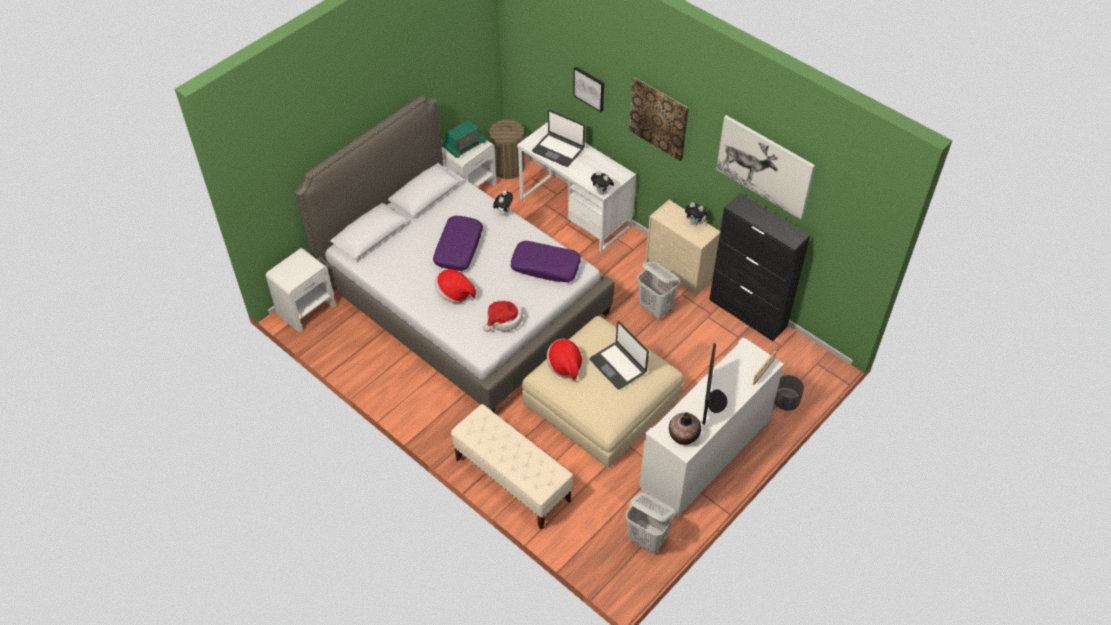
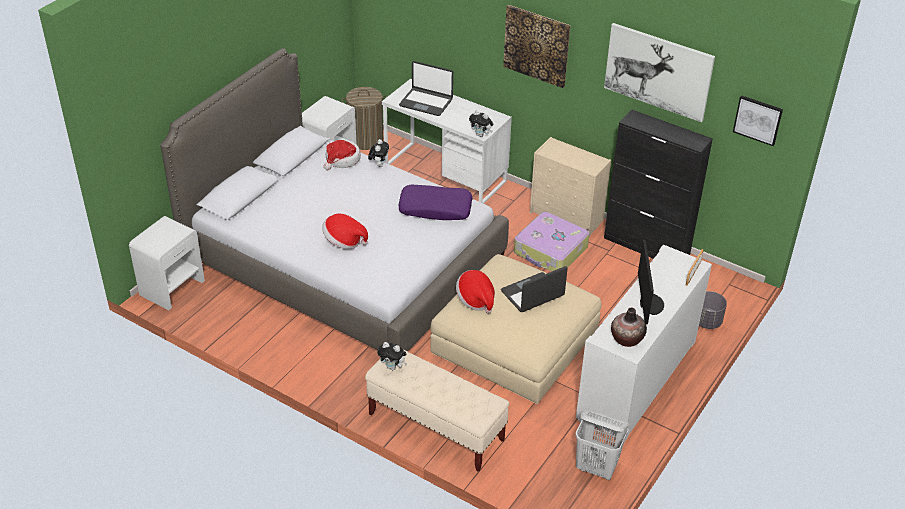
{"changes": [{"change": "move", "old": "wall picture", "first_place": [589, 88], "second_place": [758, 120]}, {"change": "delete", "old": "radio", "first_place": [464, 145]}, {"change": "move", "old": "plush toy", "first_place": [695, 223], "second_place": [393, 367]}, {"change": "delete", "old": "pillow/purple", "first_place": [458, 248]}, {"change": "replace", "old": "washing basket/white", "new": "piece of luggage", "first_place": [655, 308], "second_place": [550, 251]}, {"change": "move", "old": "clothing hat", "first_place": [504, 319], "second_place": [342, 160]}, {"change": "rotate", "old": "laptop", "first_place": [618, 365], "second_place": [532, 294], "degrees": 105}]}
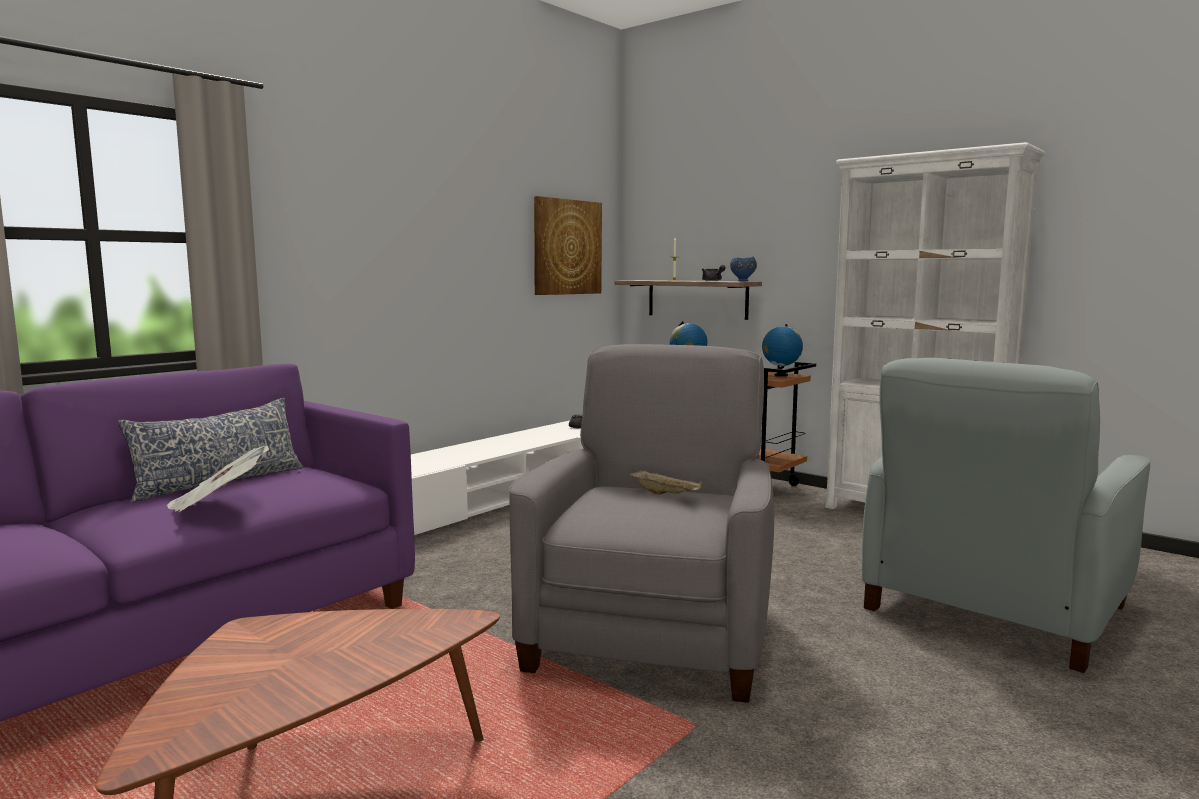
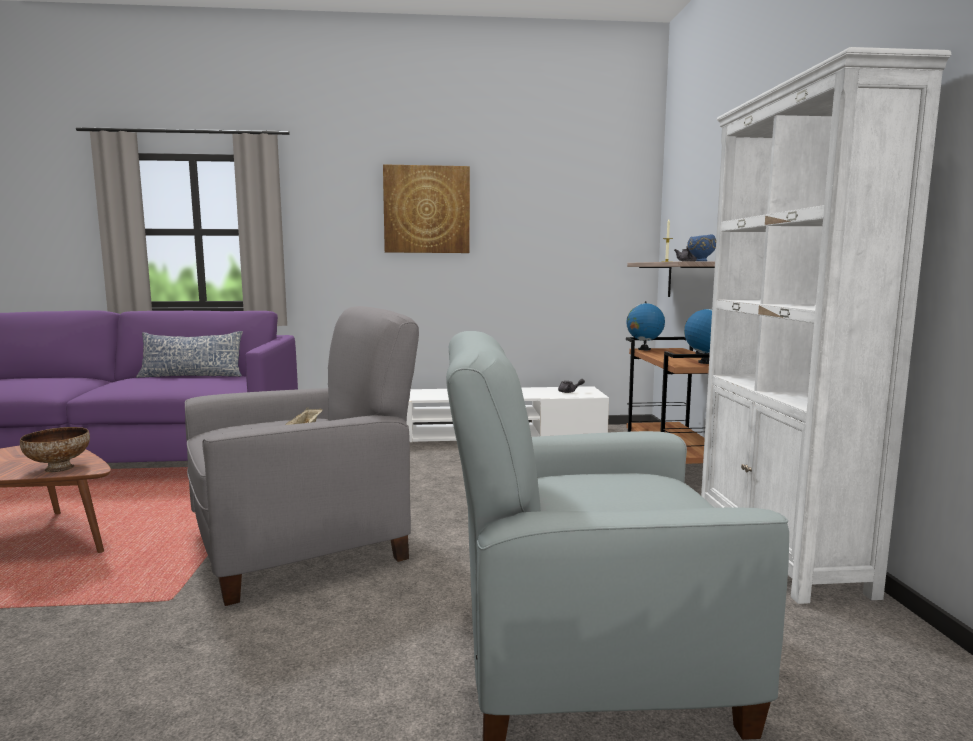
{"changes": [{"change": "move", "old": "wall picture", "first_place": [567, 247], "second_place": [427, 210]}, {"change": "delete", "old": "daily paper", "first_place": [218, 504]}, {"change": "insert", "new": "deep dish", "second_place": [59, 468]}]}
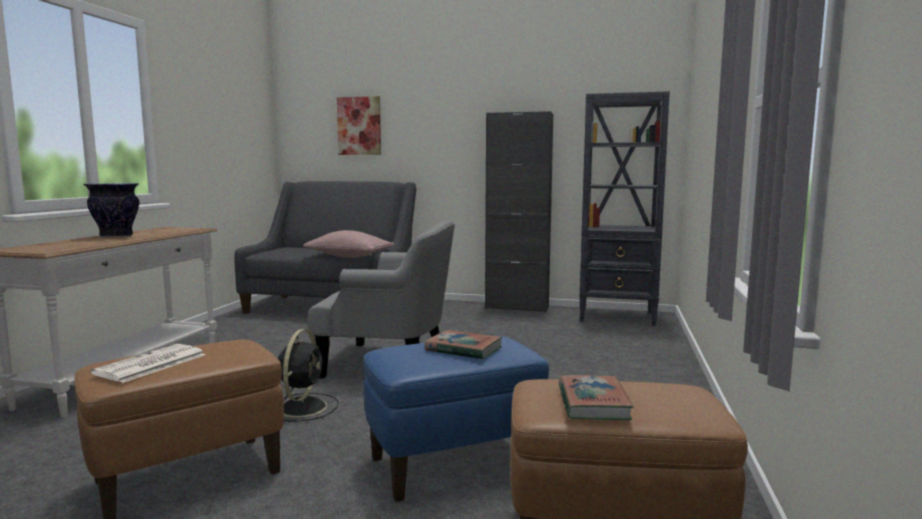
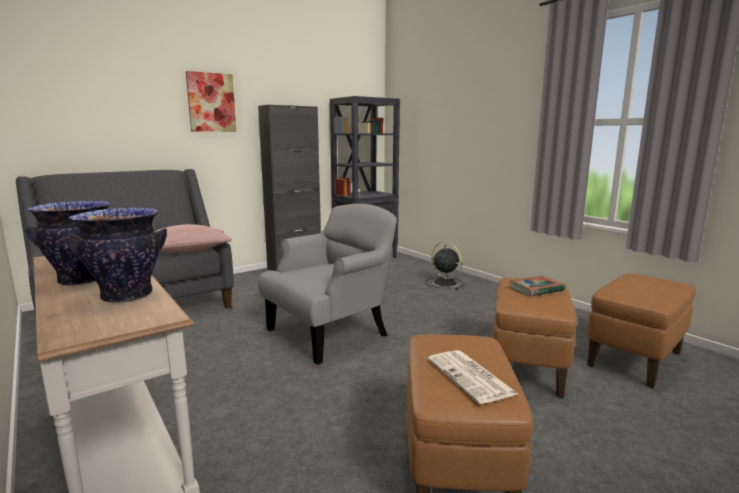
{"changes": [{"change": "move", "old": "wall picture", "first_place": [359, 126], "second_place": [211, 102]}, {"change": "move", "old": "electric fan/black-coloured", "first_place": [304, 407], "second_place": [444, 283]}, {"change": "recolor", "old": "ottoman/blue", "new": "ottoman/brownish", "first_place": [453, 465], "second_place": [527, 367]}, {"change": "delete", "old": "book", "first_place": [593, 403]}, {"change": "insert", "new": "flower vase", "second_place": [127, 295]}]}
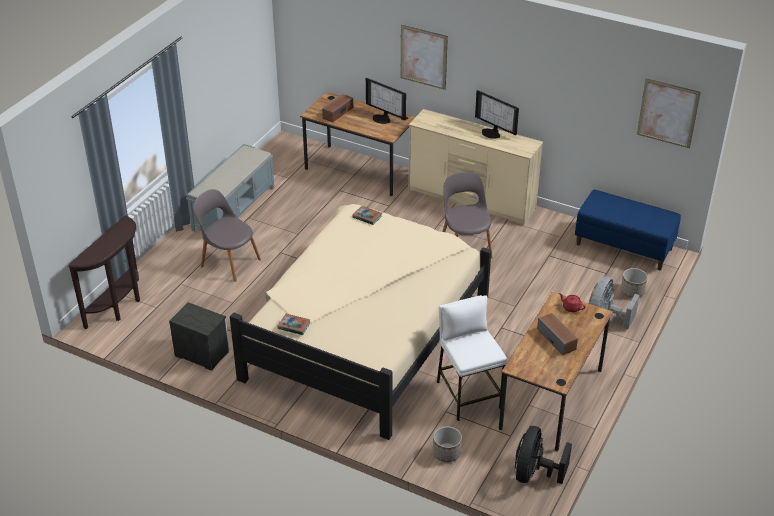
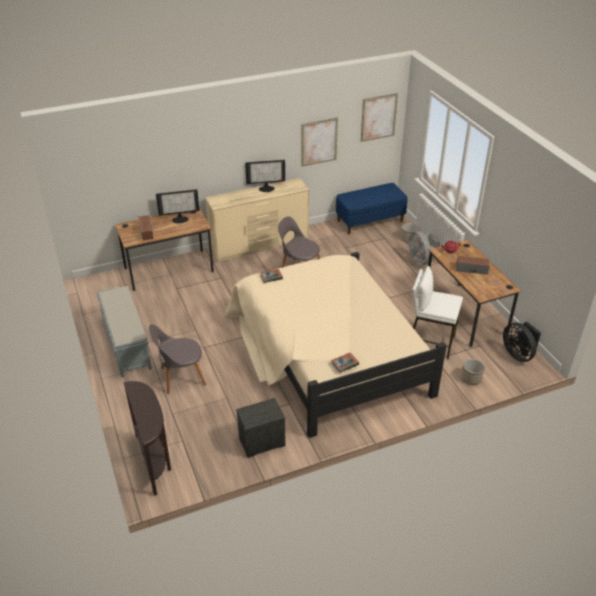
{"changes": [{"change": "move", "old": "wall picture", "first_place": [423, 57], "second_place": [319, 142]}]}
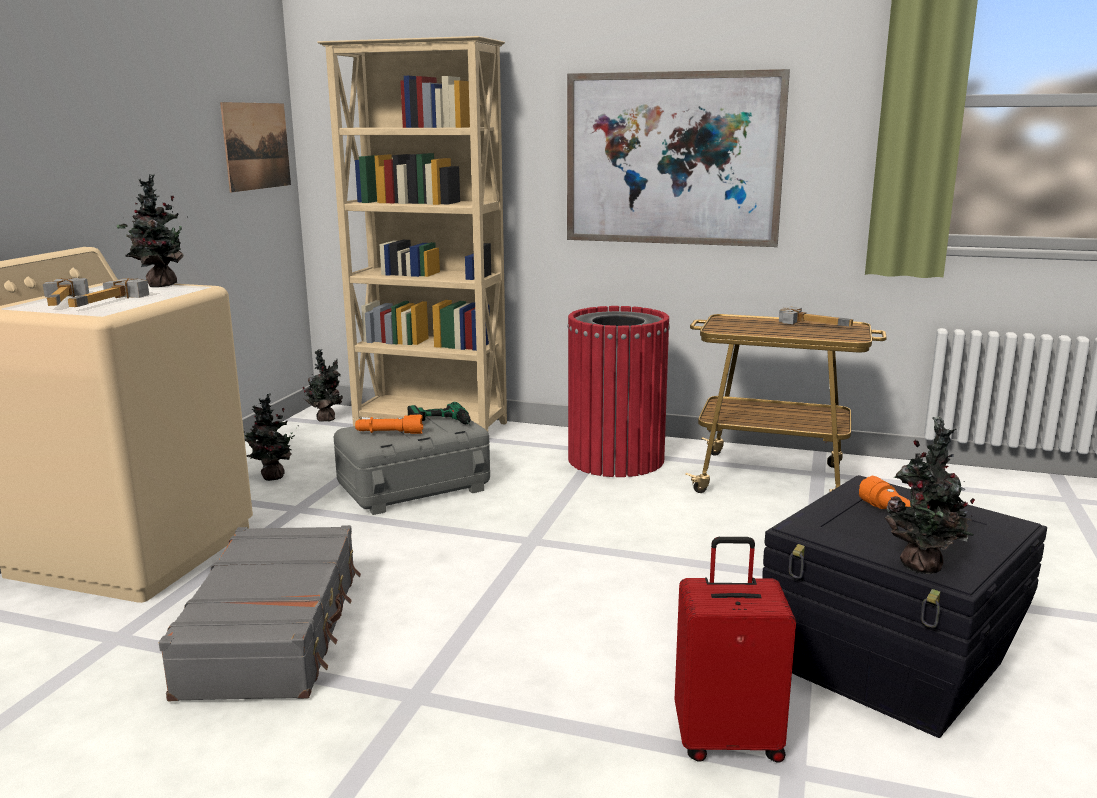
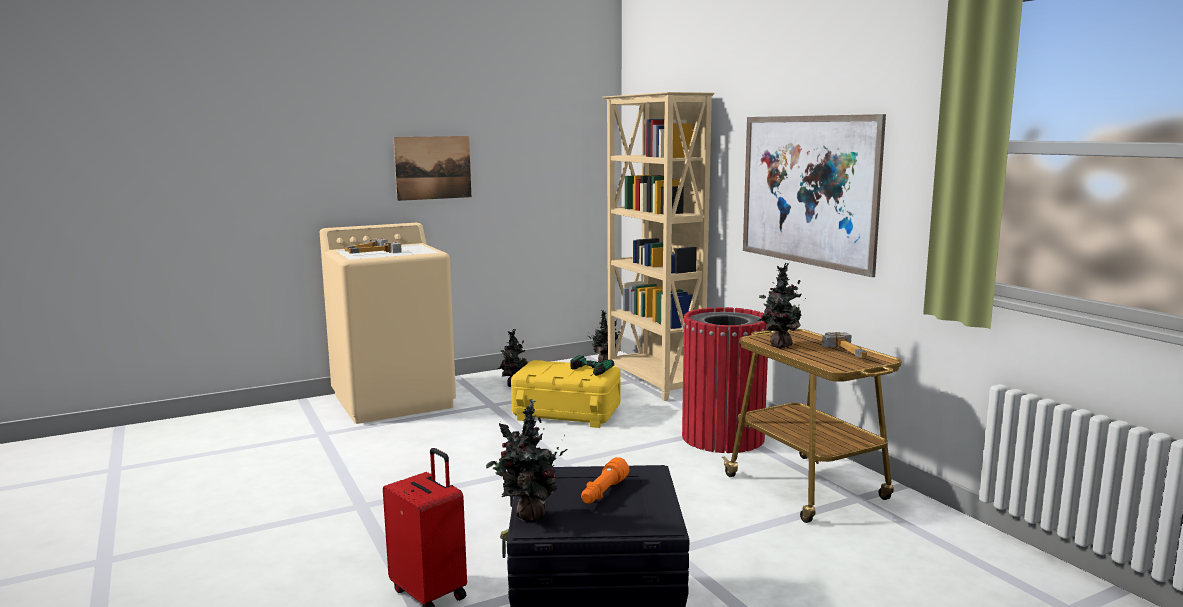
{"changes": [{"change": "move", "old": "wall picture", "first_place": [257, 146], "second_place": [433, 167]}, {"change": "move", "old": "plant in a pot", "first_place": [159, 285], "second_place": [778, 345]}, {"change": "delete", "old": "hand torch/orangey", "first_place": [389, 433]}, {"change": "recolor", "old": "storage box/greyish", "new": "storage box/yellowish", "first_place": [414, 487], "second_place": [567, 413]}, {"change": "delete", "old": "piece of luggage/greyish", "first_place": [275, 631]}]}
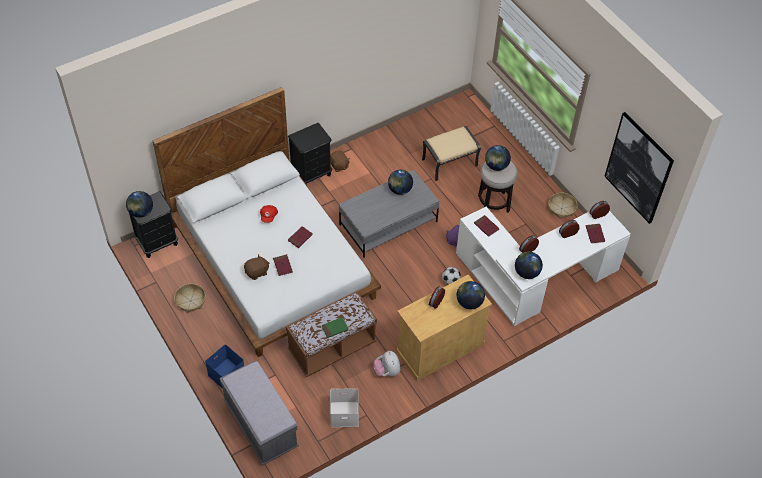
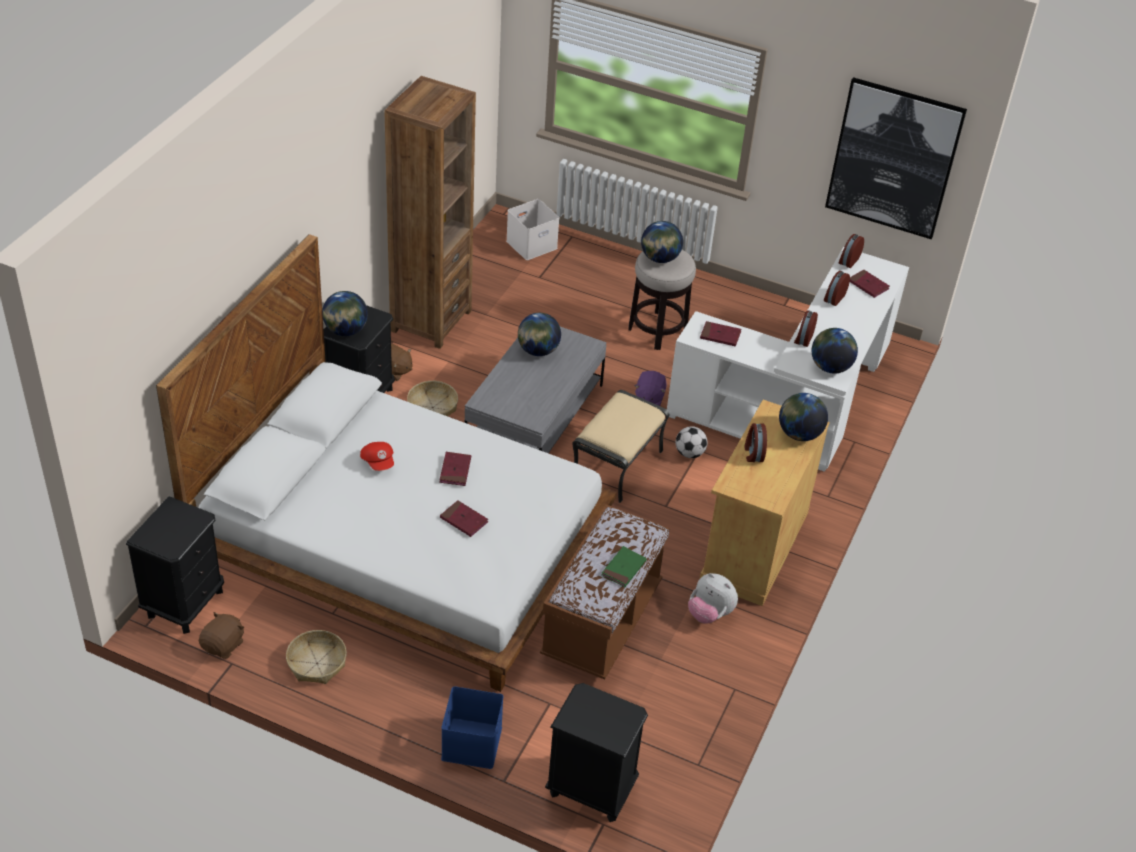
{"changes": [{"change": "move", "old": "ottoman/beige-coloured", "first_place": [450, 162], "second_place": [617, 464]}, {"change": "move", "old": "globe", "first_place": [141, 212], "second_place": [345, 331]}, {"change": "move", "old": "storage basket", "first_place": [561, 208], "second_place": [433, 407]}, {"change": "move", "old": "plush toy/brownish", "first_place": [257, 272], "second_place": [223, 645]}, {"change": "replace", "old": "bench/greyish", "new": "nightstand/black-coloured", "first_place": [260, 425], "second_place": [591, 789]}, {"change": "move", "old": "storage box/white", "first_place": [343, 415], "second_place": [531, 245]}, {"change": "insert", "new": "shelving unit/brownish", "second_place": [430, 321]}]}
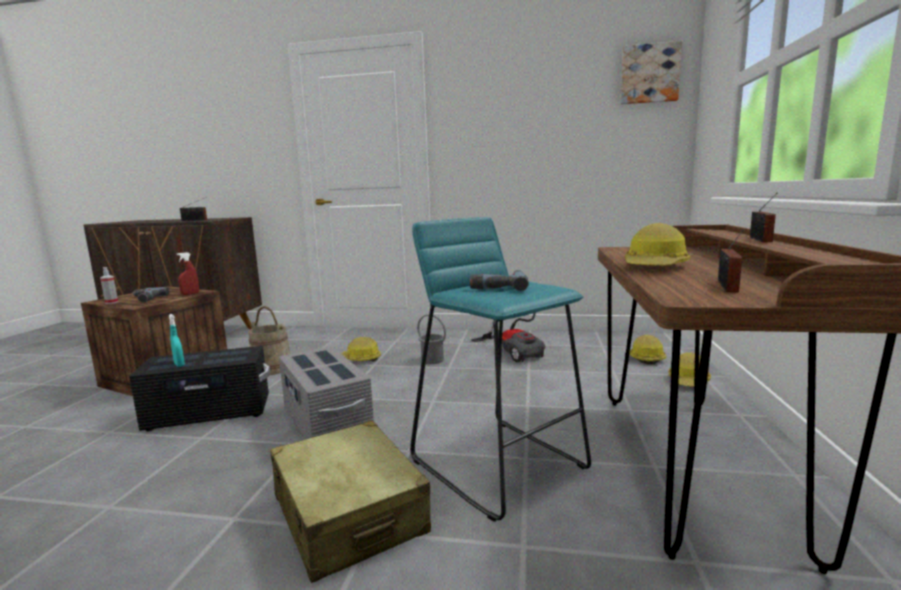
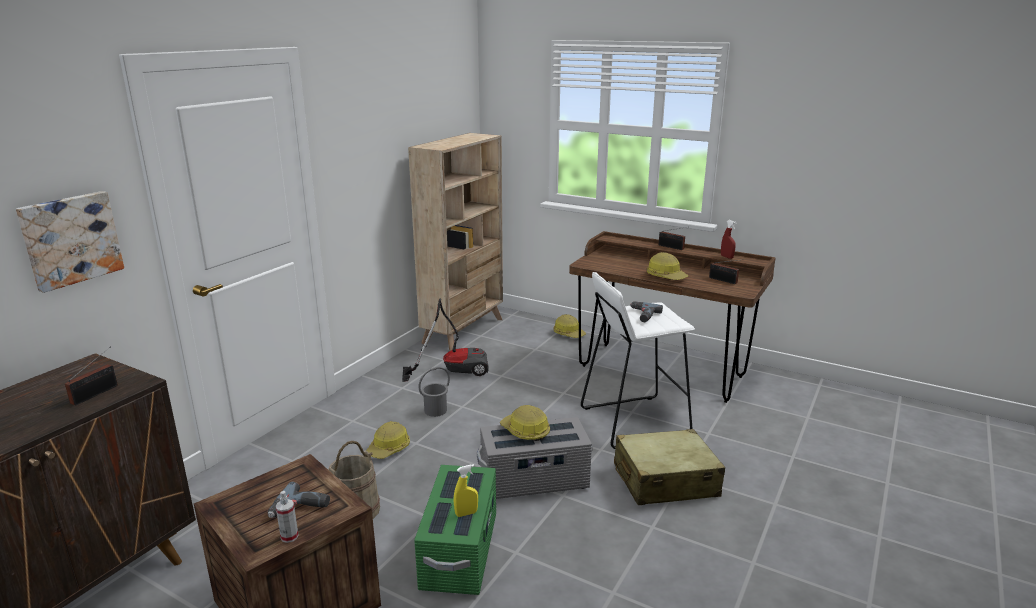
{"changes": [{"change": "move", "old": "wall picture", "first_place": [649, 74], "second_place": [70, 239]}, {"change": "recolor", "old": "stool seat/turquoise-coloured", "new": "stool seat/white", "first_place": [498, 463], "second_place": [633, 422]}, {"change": "move", "old": "hand sprayer/red", "first_place": [190, 294], "second_place": [727, 257]}, {"change": "recolor", "old": "hand sprayer/turquoise-coloured", "new": "hand sprayer/yellowish", "first_place": [179, 364], "second_place": [466, 513]}, {"change": "move", "old": "hard hat", "first_place": [646, 357], "second_place": [525, 431]}, {"change": "recolor", "old": "storage box/black-coloured", "new": "storage box/green-coloured", "first_place": [209, 413], "second_place": [460, 551]}, {"change": "insert", "new": "shelving unit/beige-coloured", "second_place": [464, 331]}]}
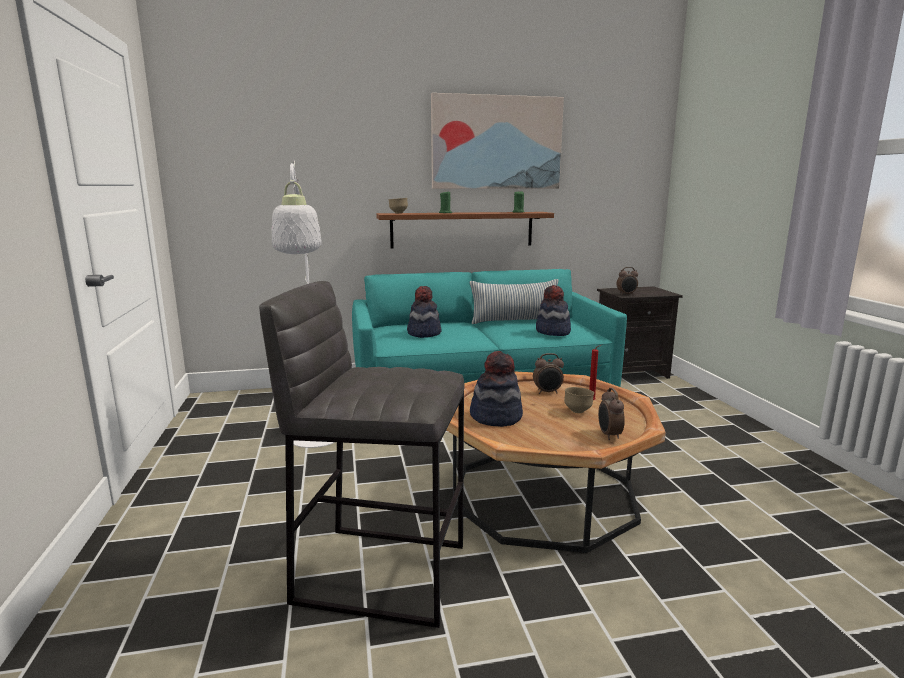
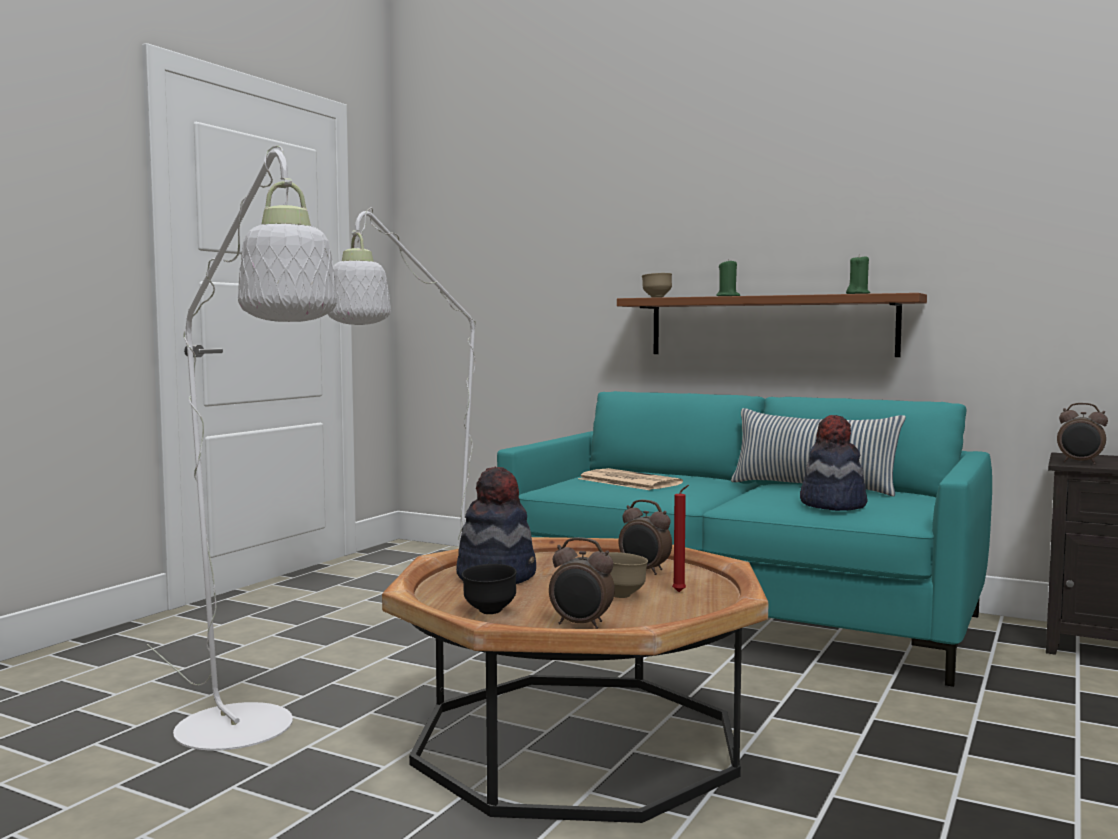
{"changes": [{"change": "delete", "old": "wall picture", "first_place": [496, 143]}, {"change": "replace", "old": "stool seat/greyish", "new": "standing lamp/white", "first_place": [380, 571], "second_place": [246, 736]}, {"change": "replace", "old": "clothing hat", "new": "daily paper", "first_place": [423, 333], "second_place": [627, 481]}, {"change": "rotate", "old": "table clock", "first_place": [609, 435], "second_place": [581, 625], "degrees": -105}, {"change": "insert", "new": "deep dish/black-coloured", "second_place": [489, 612]}]}
